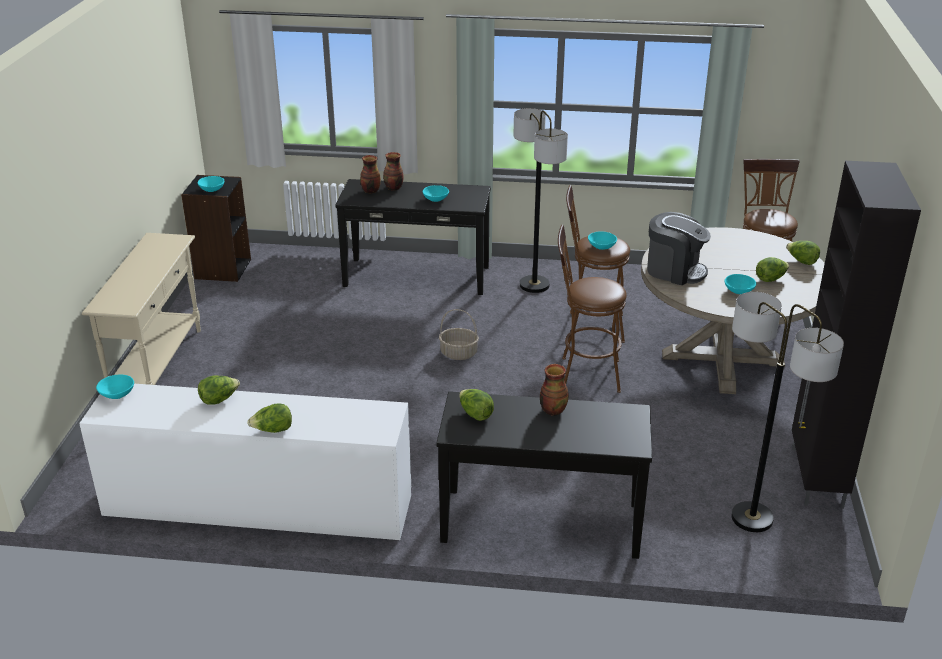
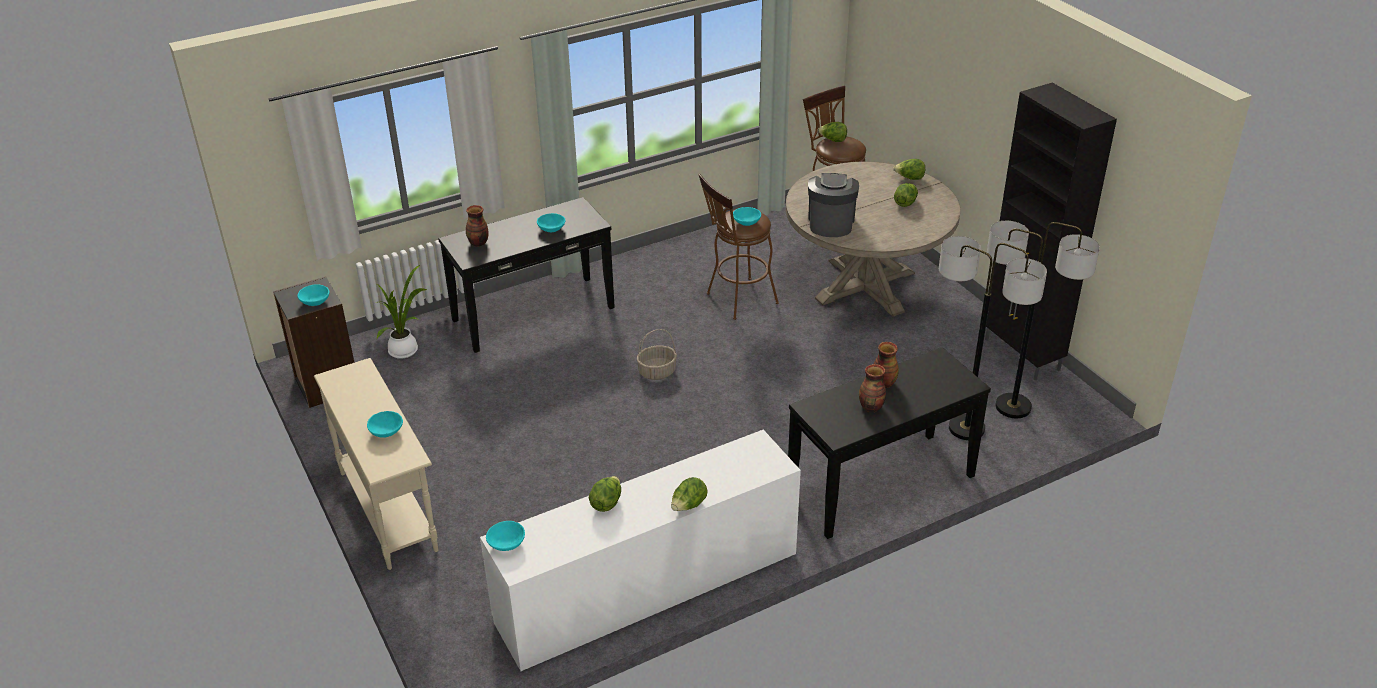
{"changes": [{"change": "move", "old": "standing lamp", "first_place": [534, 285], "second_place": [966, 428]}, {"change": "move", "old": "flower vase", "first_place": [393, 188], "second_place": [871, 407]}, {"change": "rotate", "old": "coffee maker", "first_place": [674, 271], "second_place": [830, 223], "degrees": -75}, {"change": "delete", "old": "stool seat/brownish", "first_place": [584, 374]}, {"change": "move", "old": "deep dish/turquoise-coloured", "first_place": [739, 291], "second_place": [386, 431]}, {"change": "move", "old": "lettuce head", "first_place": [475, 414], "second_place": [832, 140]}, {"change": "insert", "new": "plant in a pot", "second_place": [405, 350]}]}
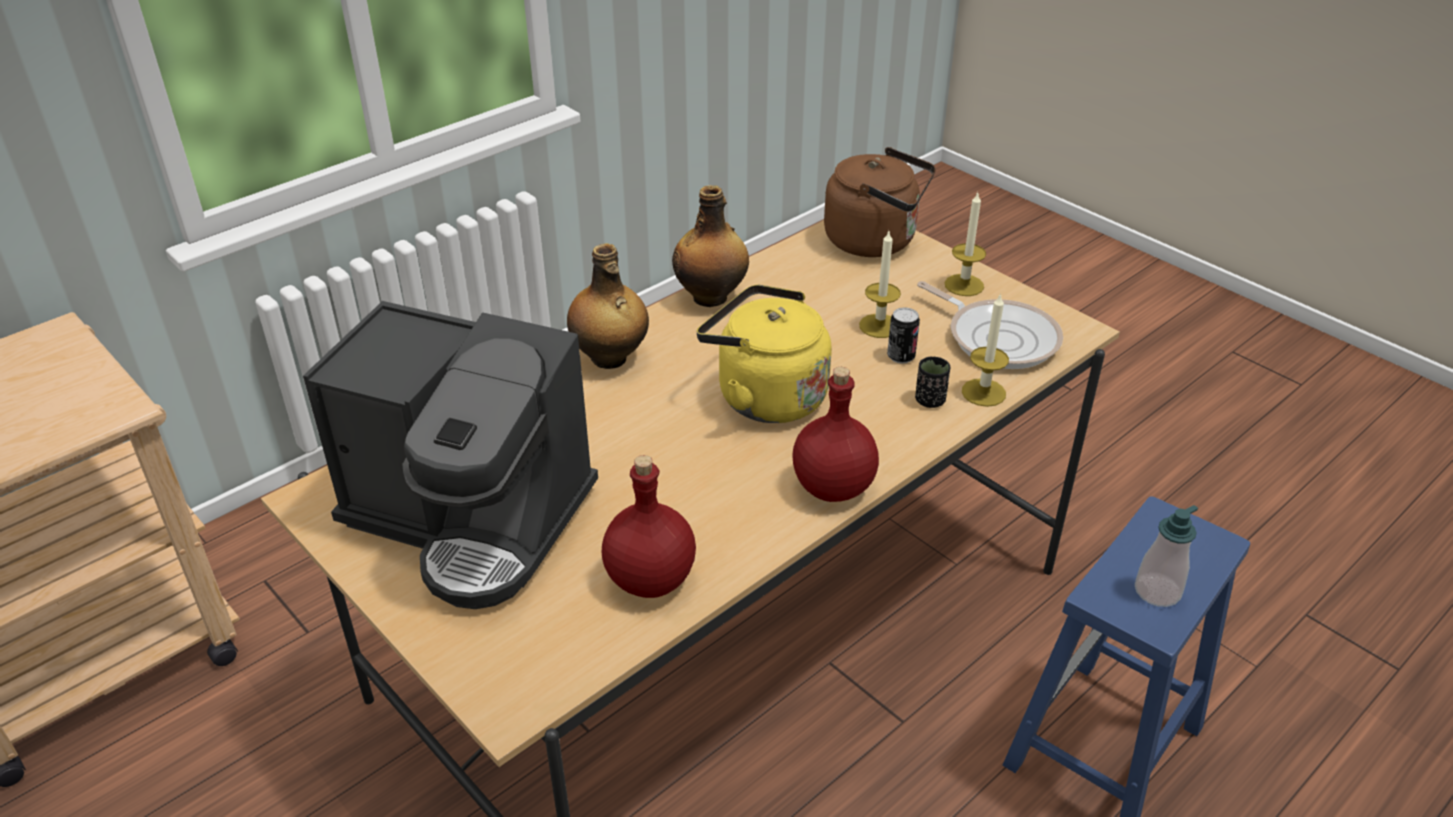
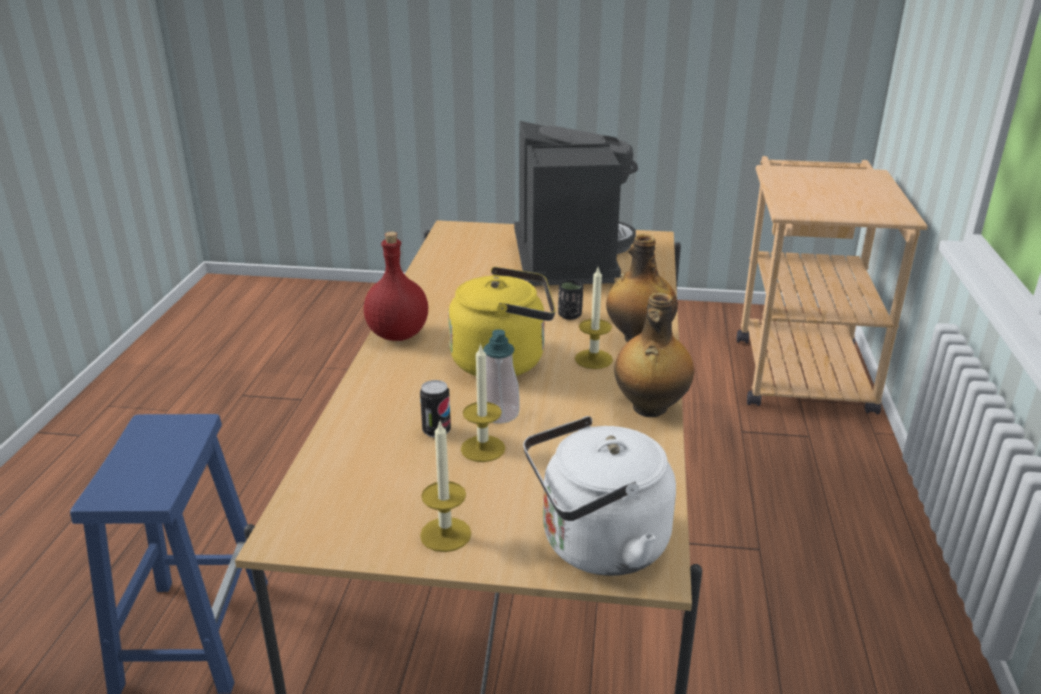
{"changes": [{"change": "recolor", "old": "kettle/brownish", "new": "kettle/white", "first_place": [876, 241], "second_place": [597, 546]}, {"change": "delete", "old": "frying pan", "first_place": [998, 337]}, {"change": "move", "old": "wax candle", "first_place": [983, 392], "second_place": [593, 359]}, {"change": "rotate", "old": "coffee maker", "first_place": [472, 518], "second_place": [569, 257], "degrees": 105}, {"change": "move", "old": "small cup/black-coloured", "first_place": [930, 400], "second_place": [570, 315]}, {"change": "delete", "old": "drink bottle/red", "first_place": [649, 578]}, {"change": "move", "old": "soap bottle", "first_place": [1157, 591], "second_place": [499, 414]}]}
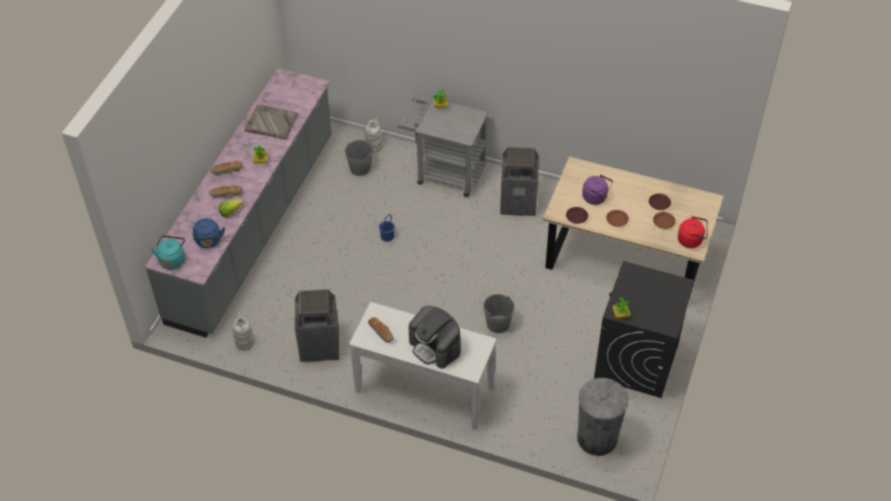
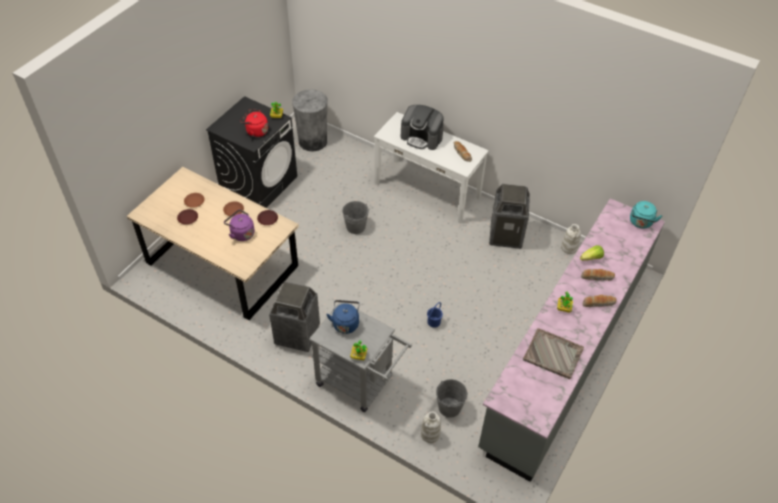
{"changes": [{"change": "move", "old": "kettle/red", "first_place": [691, 240], "second_place": [255, 131]}, {"change": "move", "old": "kettle/blue", "first_place": [208, 242], "second_place": [345, 323]}, {"change": "rotate", "old": "coffee maker", "first_place": [435, 347], "second_place": [422, 137], "degrees": 150}]}
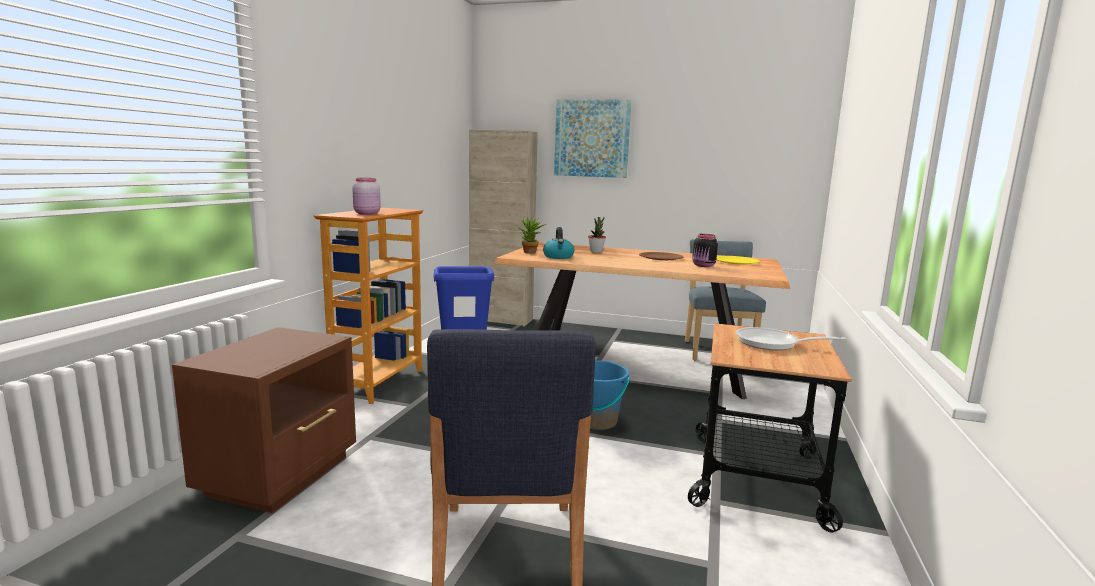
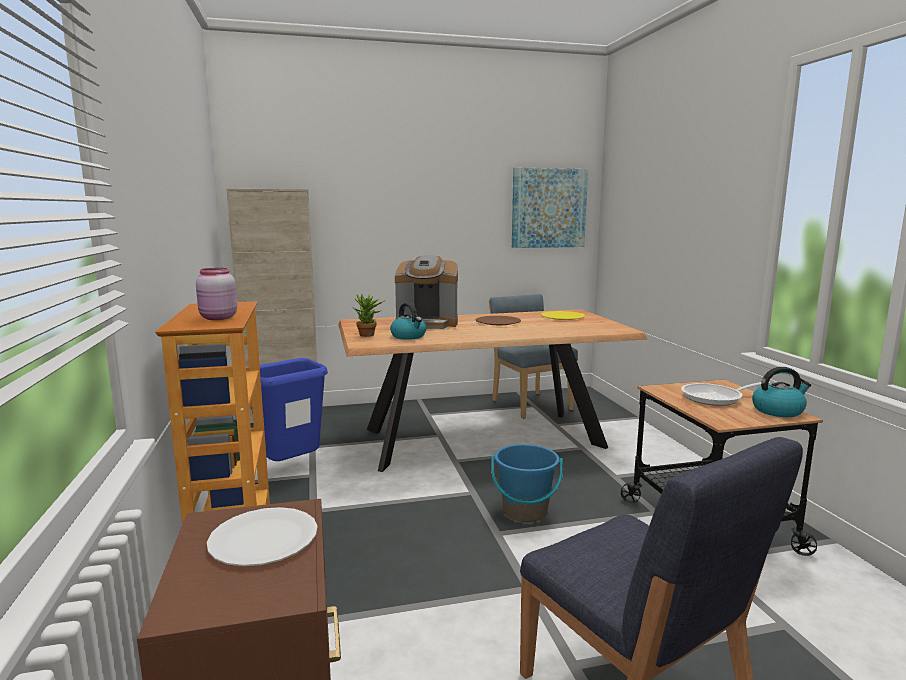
{"changes": [{"change": "move", "old": "wall picture", "first_place": [592, 138], "second_place": [548, 208]}, {"change": "replace", "old": "plant in a pot", "new": "coffee maker", "first_place": [596, 252], "second_place": [427, 324]}, {"change": "delete", "old": "preserve jar/black-coloured", "first_place": [703, 266]}, {"change": "insert", "new": "kettle", "second_place": [778, 410]}, {"change": "insert", "new": "dinner plate/white", "second_place": [264, 539]}]}
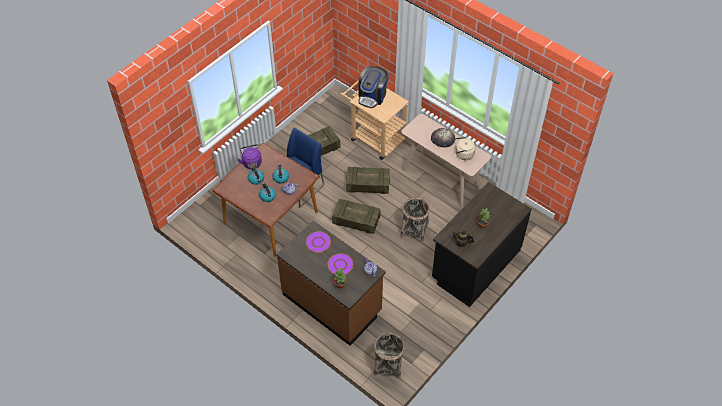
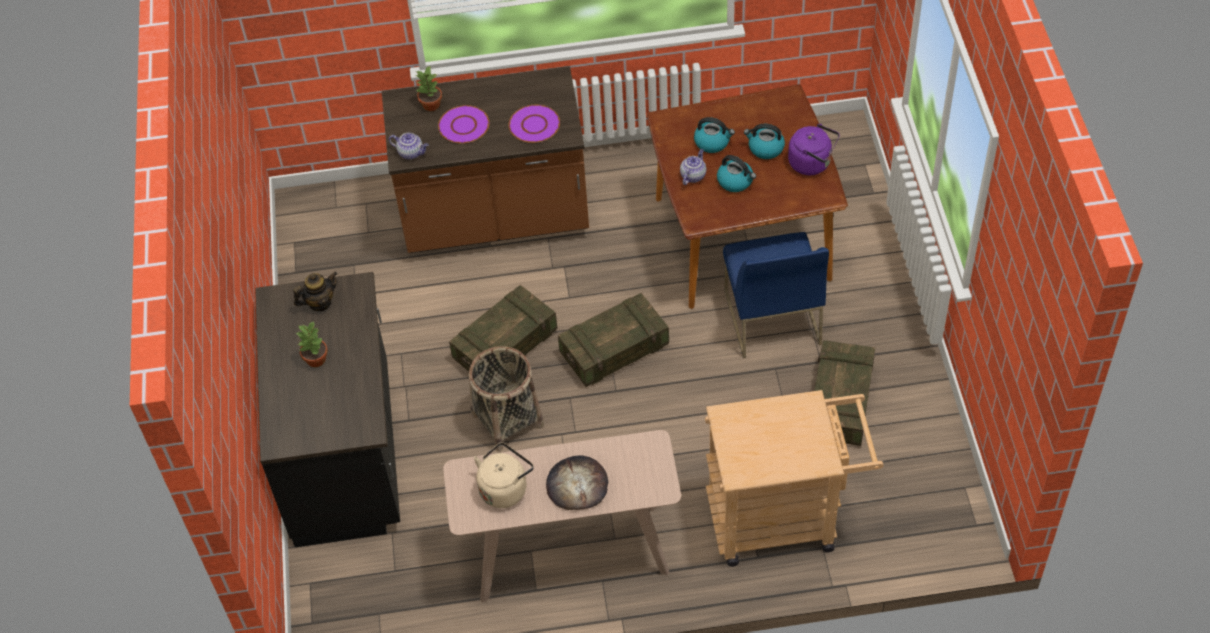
{"changes": [{"change": "delete", "old": "coffee maker", "first_place": [372, 96]}, {"change": "move", "old": "packing crate", "first_place": [368, 185], "second_place": [505, 346]}, {"change": "delete", "old": "storage basket", "first_place": [388, 365]}]}
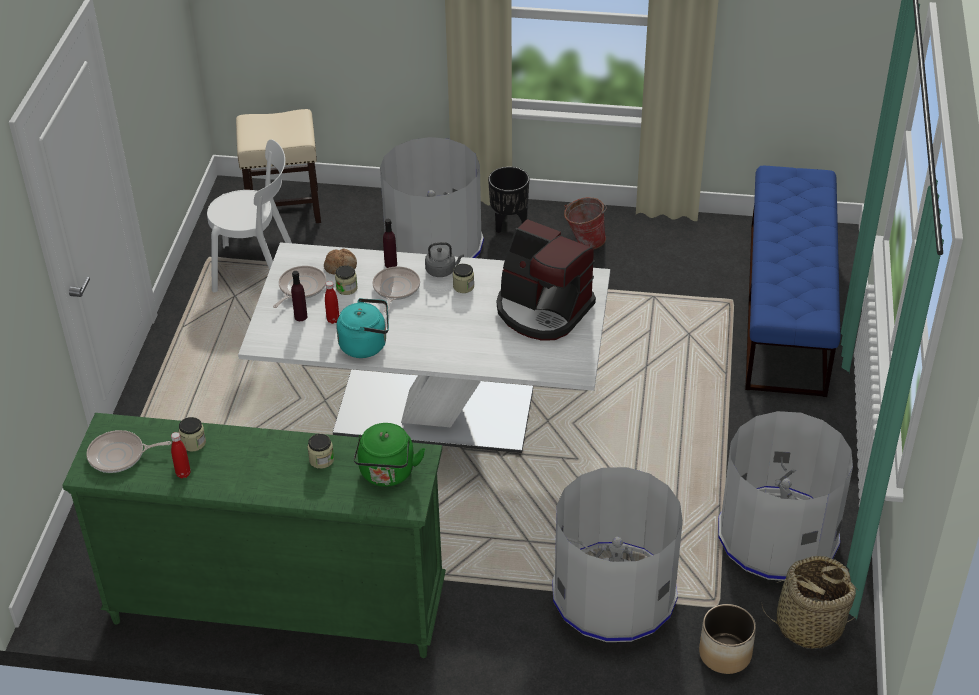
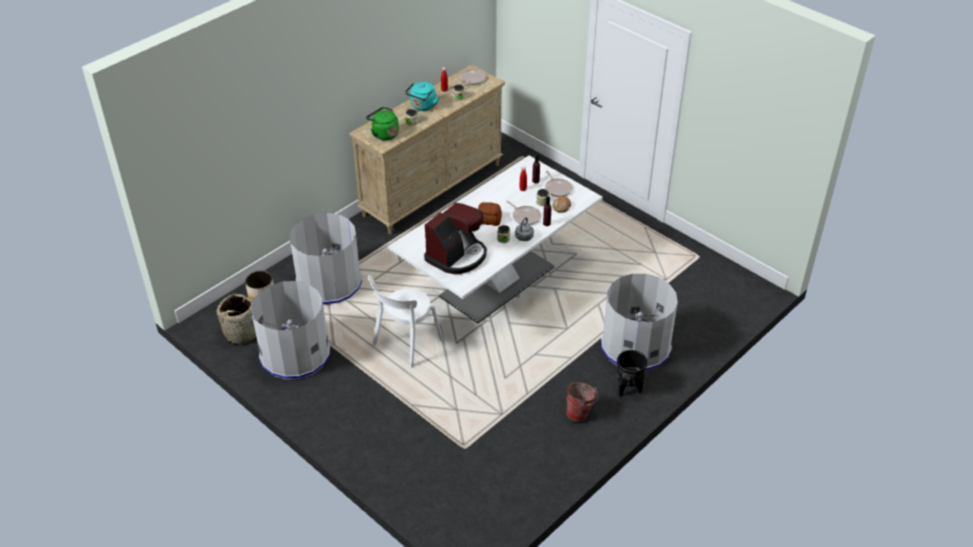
{"changes": [{"change": "delete", "old": "stool seat/beige-coloured", "first_place": [285, 208]}, {"change": "move", "old": "chair/white", "first_place": [258, 269], "second_place": [405, 344]}, {"change": "delete", "old": "bench/blue", "first_place": [787, 307]}, {"change": "rotate", "old": "coffee maker", "first_place": [542, 310], "second_place": [457, 256], "degrees": 150}, {"change": "move", "old": "kettle/turquoise-coloured", "first_place": [366, 345], "second_place": [422, 106]}, {"change": "recolor", "old": "drawer chest/green-coloured", "new": "drawer chest/beige-coloured", "first_place": [276, 607], "second_place": [433, 189]}, {"change": "insert", "new": "bakery bread", "second_place": [489, 220]}]}
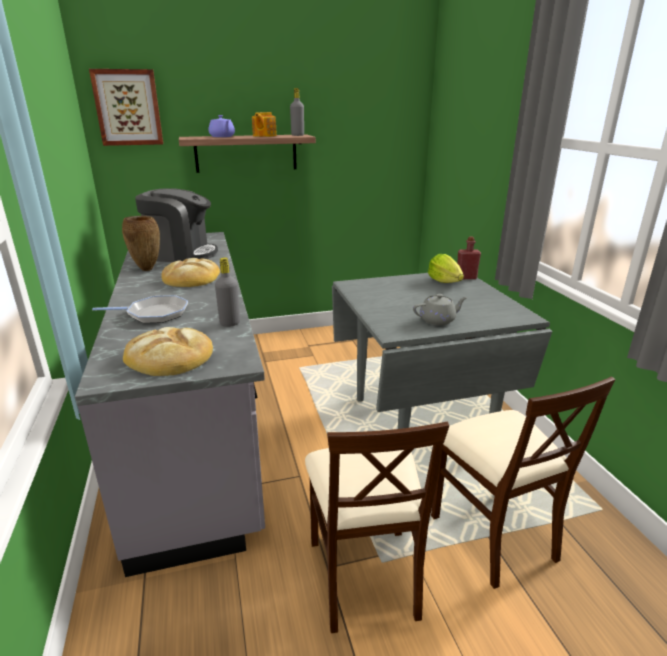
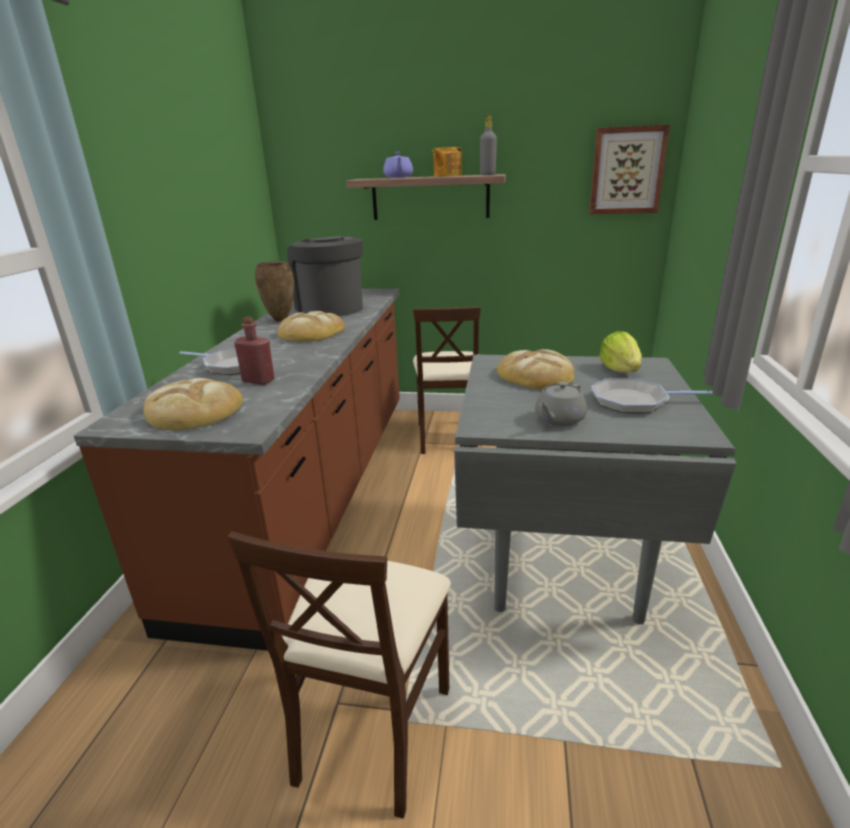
{"changes": [{"change": "move", "old": "wall picture", "first_place": [128, 108], "second_place": [627, 171]}, {"change": "rotate", "old": "coffee maker", "first_place": [181, 254], "second_place": [330, 308], "degrees": -150}, {"change": "recolor", "old": "counter/greyish", "new": "counter/brownish", "first_place": [196, 419], "second_place": [314, 492]}, {"change": "move", "old": "drink bottle/red", "first_place": [466, 277], "second_place": [258, 380]}, {"change": "delete", "old": "drink bottle/greyish", "first_place": [230, 323]}, {"change": "rotate", "old": "tea pot/greyish", "first_place": [438, 320], "second_place": [559, 419], "degrees": 120}, {"change": "move", "old": "chair/beige-coloured", "first_place": [493, 534], "second_place": [448, 436]}, {"change": "insert", "new": "bakery bread", "second_place": [536, 375]}, {"change": "insert", "new": "frying pan", "second_place": [633, 401]}]}
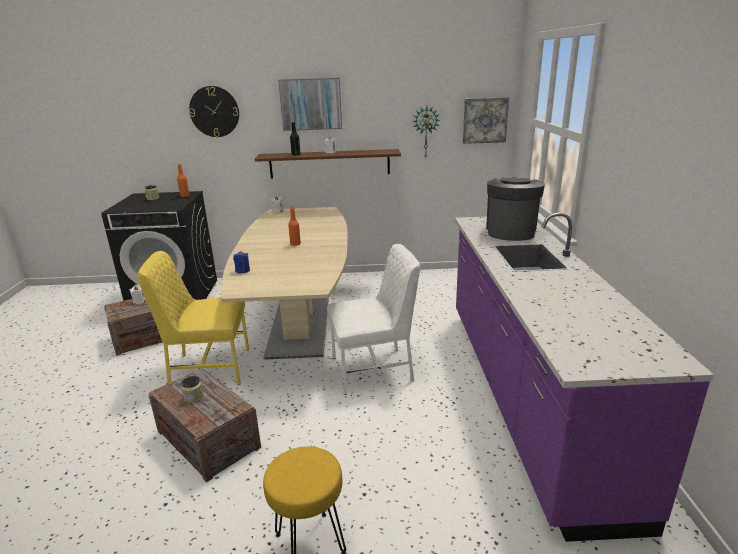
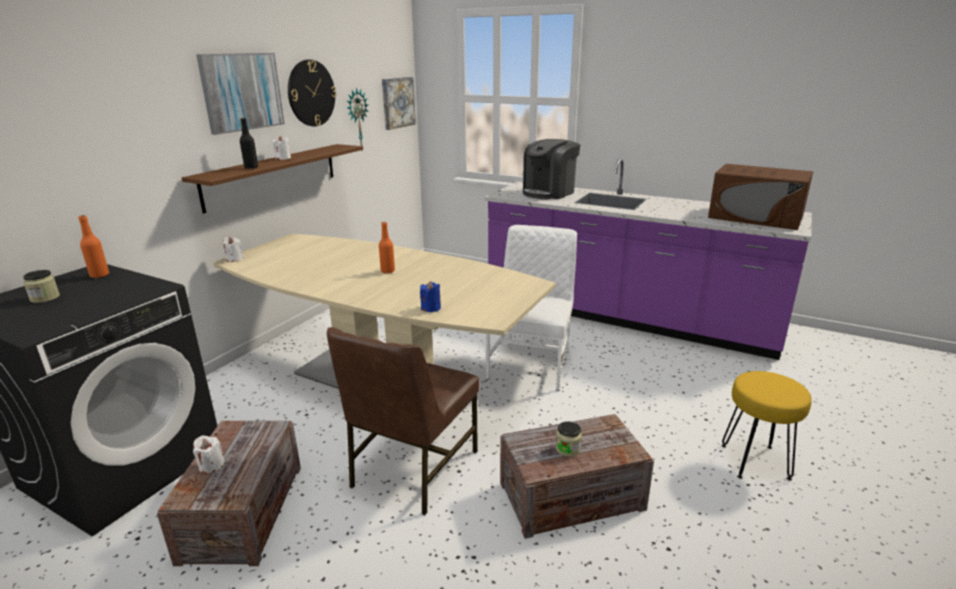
{"changes": [{"change": "move", "old": "clock on the wall", "first_place": [214, 111], "second_place": [311, 93]}, {"change": "rotate", "old": "coffee maker", "first_place": [510, 231], "second_place": [549, 192], "degrees": -90}, {"change": "recolor", "old": "chair/yellowish", "new": "chair/brownish", "first_place": [209, 368], "second_place": [412, 469]}, {"change": "insert", "new": "microwave/brownish", "second_place": [755, 217]}]}
